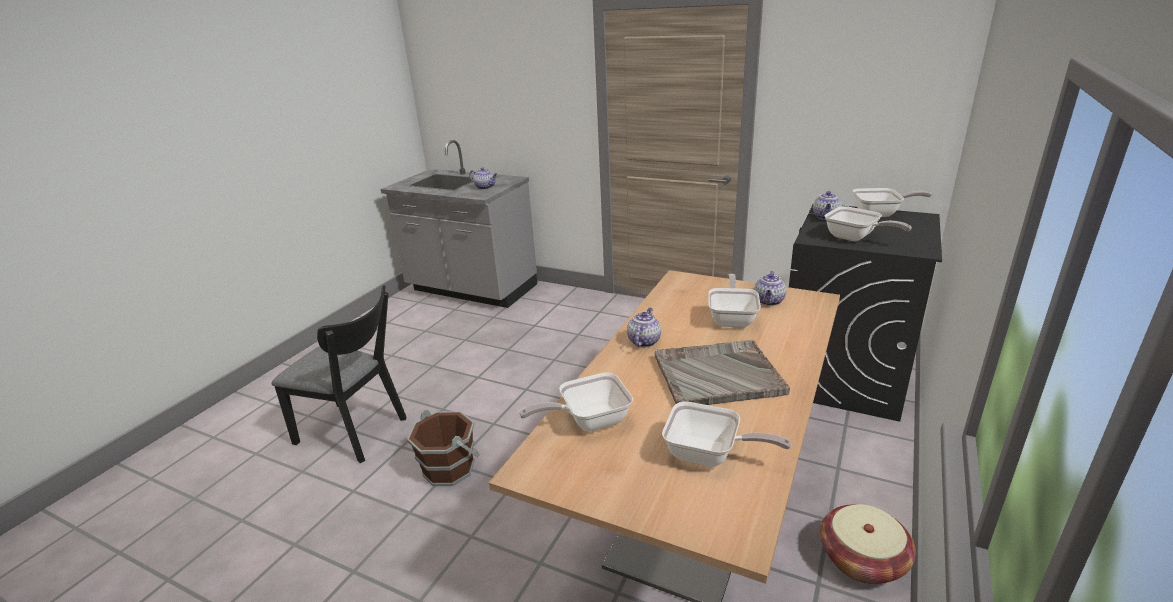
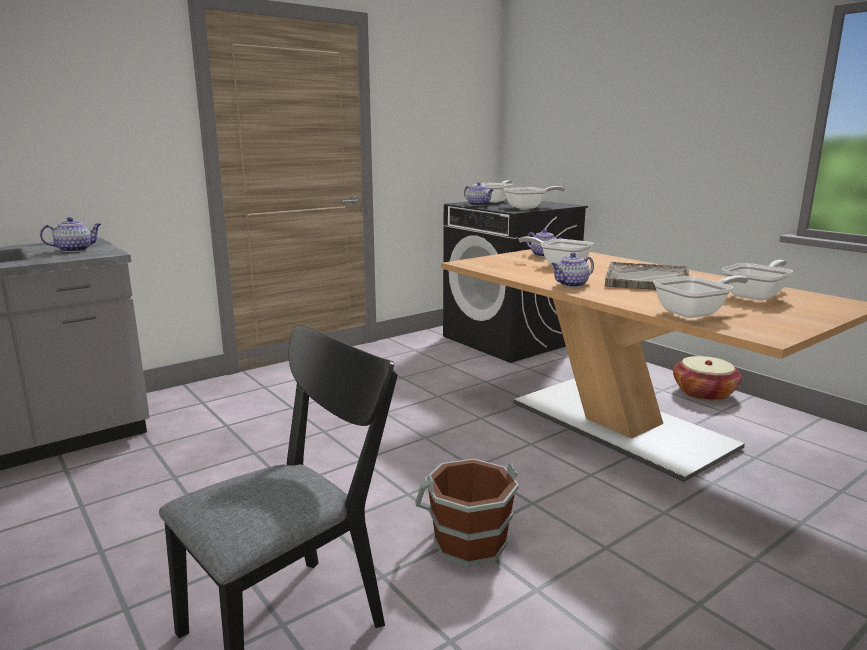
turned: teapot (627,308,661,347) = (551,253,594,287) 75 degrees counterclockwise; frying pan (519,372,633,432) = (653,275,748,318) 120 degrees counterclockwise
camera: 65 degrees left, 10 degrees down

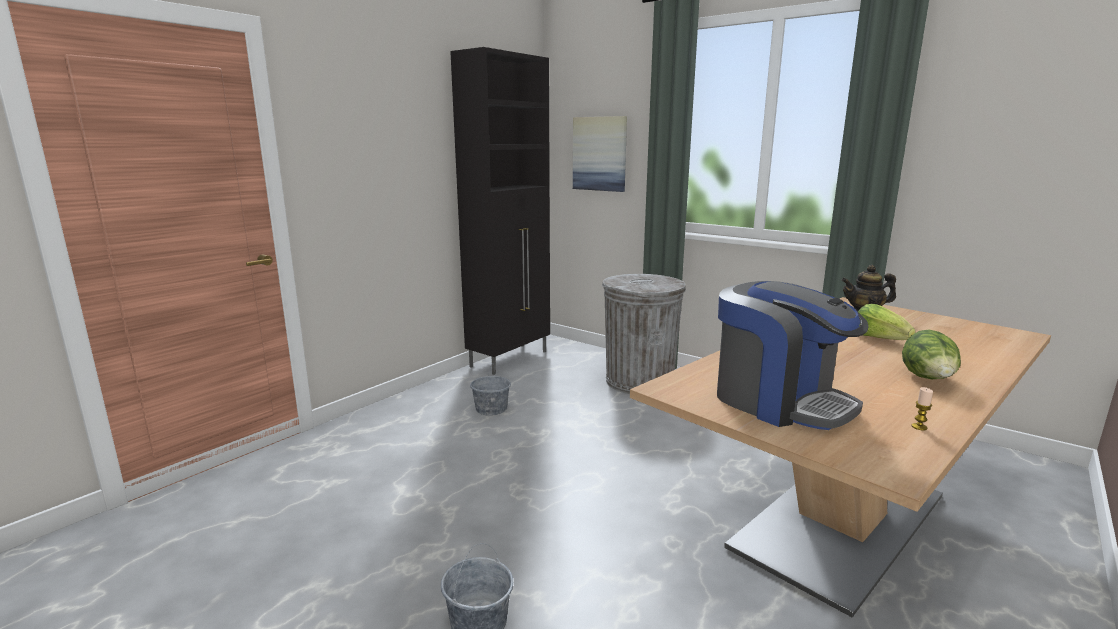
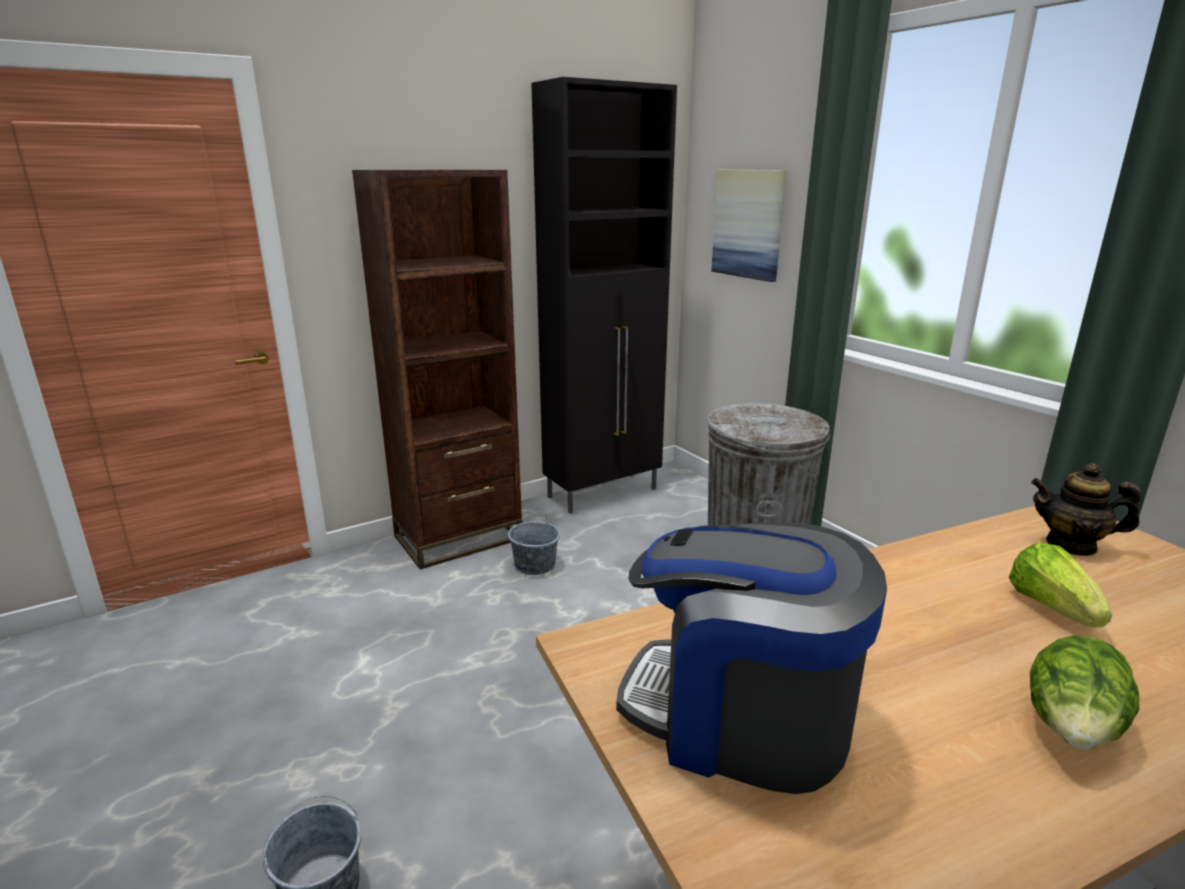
removed: candle (911,387,933,430)
added: brown bookcase (352,169,522,569)
turned: coffee machine (717,281,869,430) = (616,522,887,794) 135 degrees clockwise
camera: 20 degrees right, 5 degrees up

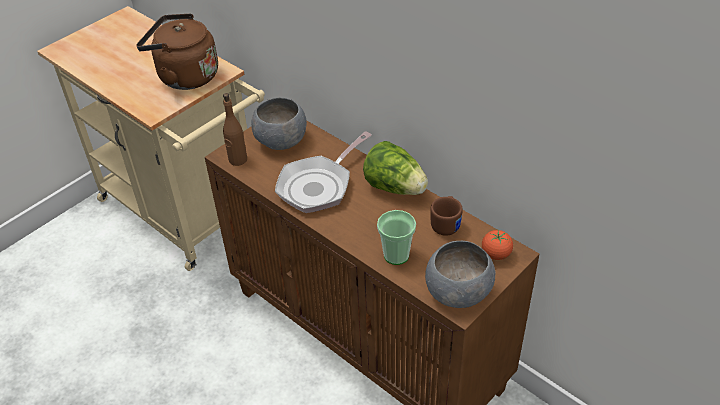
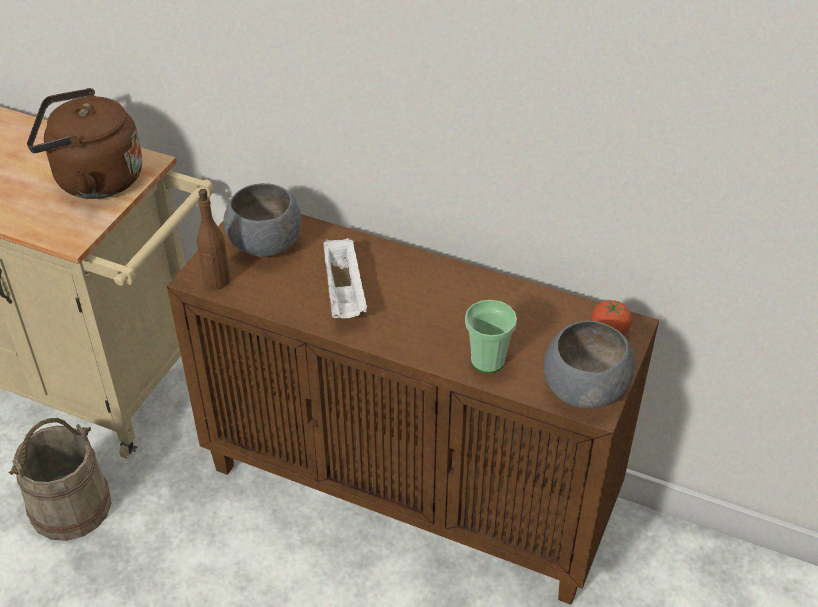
removed: lettuce (363,141,428,195); brown mug (430,196,463,236)
added: beige bucket (9,418,111,541)
replaced: frying pan (275,131,372,213) to white tray (323,238,367,319)
camera: 20 degrees left, 0 degrees up

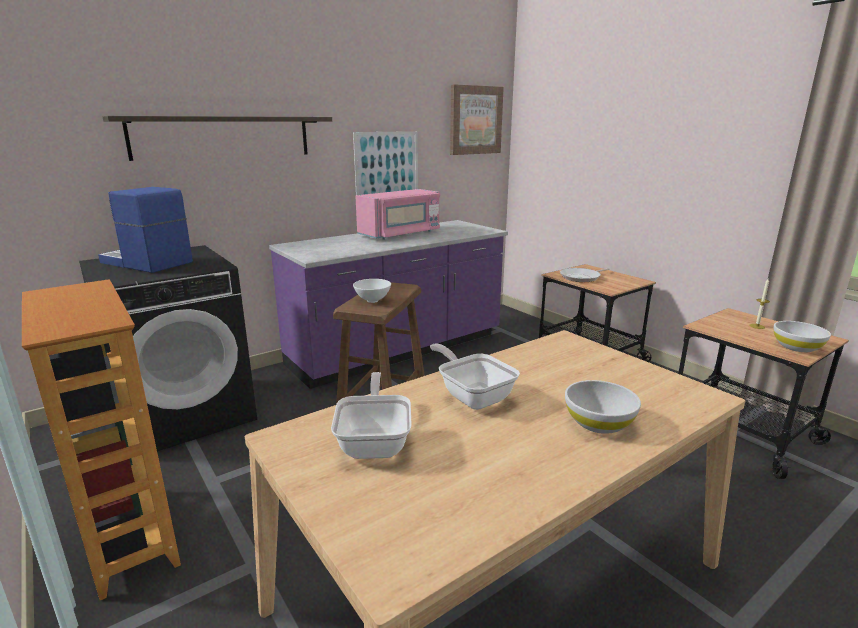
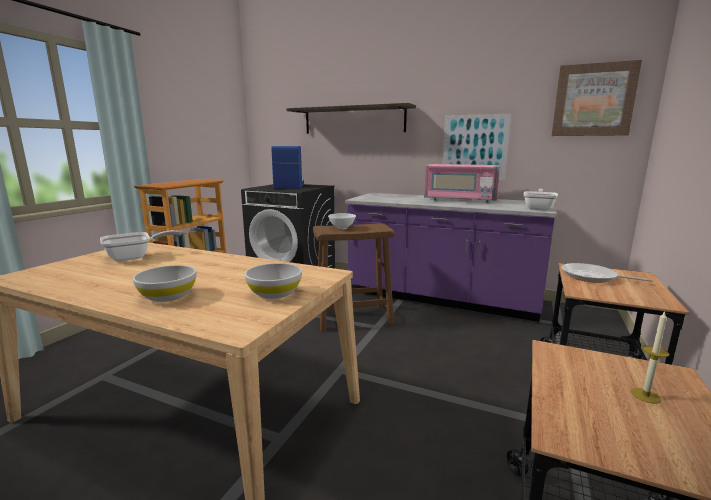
moved: white bowl (773,321,831,352) to (244,263,302,299); frying pan (430,343,520,410) to (524,189,558,210)
camera: 60 degrees right, 5 degrees down

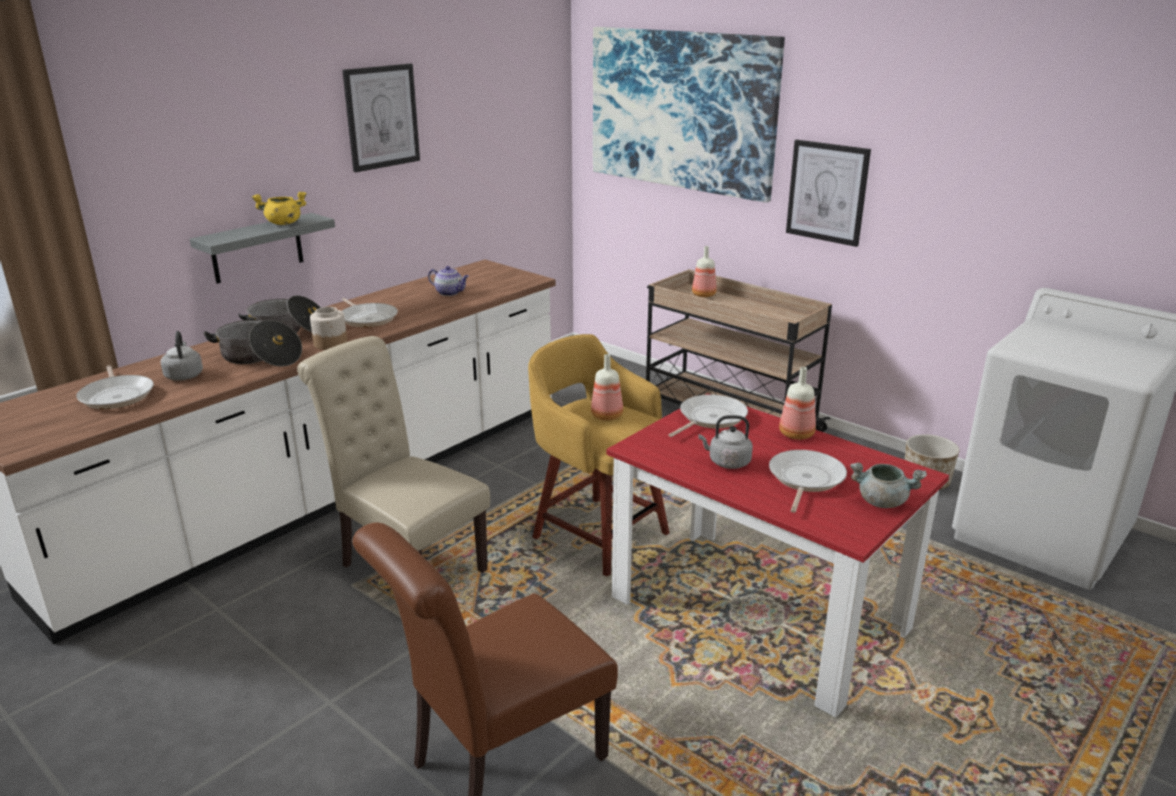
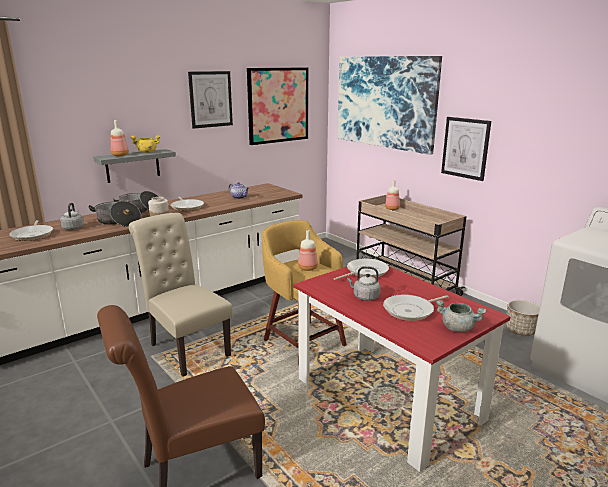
added: picture (247,68,308,145)
moved: bottle (779,367,816,440) to (111,120,129,156)
turned: frying pan (769,450,847,513) = (383,295,449,321) 150 degrees counterclockwise
camera: 10 degrees right, 5 degrees down

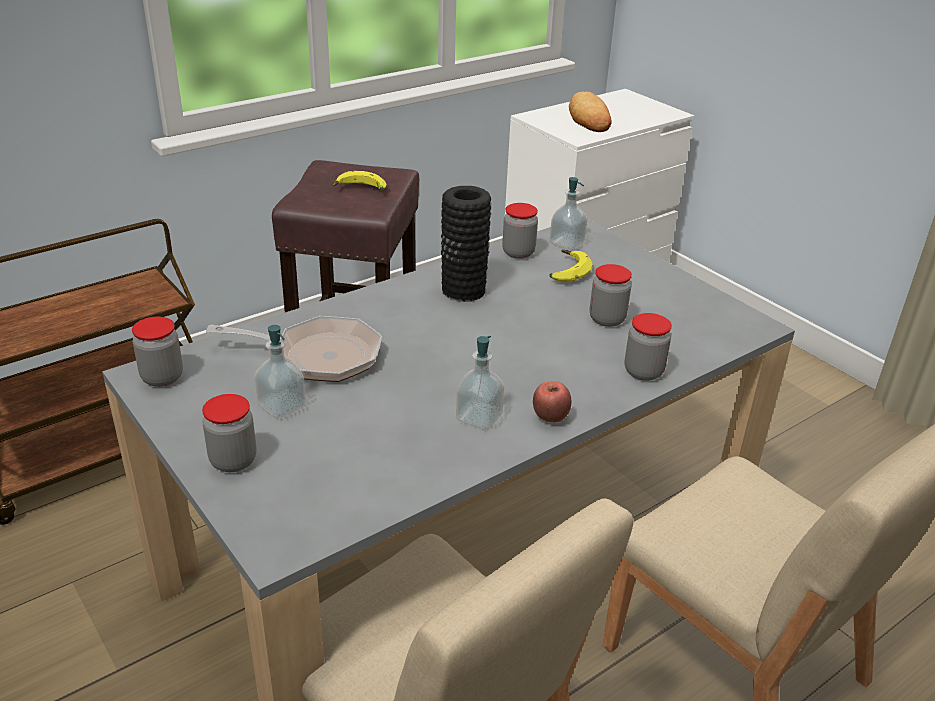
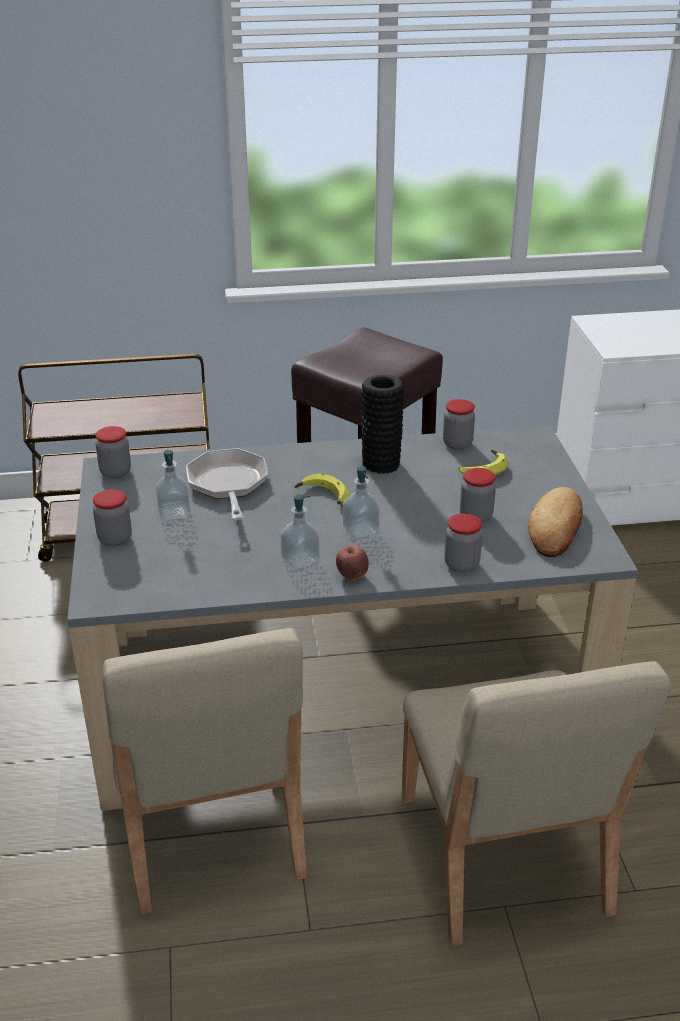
moved: banana (333,171,387,191) to (294,473,350,504); soap dispenser (550,177,588,250) to (343,466,380,539); bread (569,91,612,132) to (528,487,583,557)
turned: frying pan (206,316,382,382) = (186,448,268,520) 135 degrees counterclockwise
camera: 30 degrees right, 0 degrees up

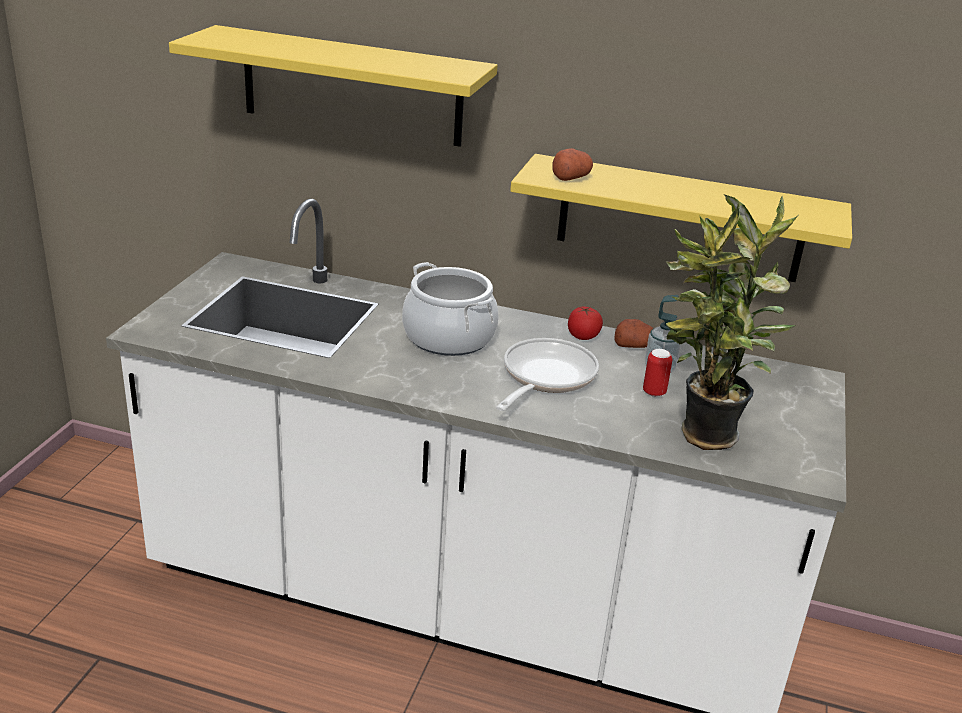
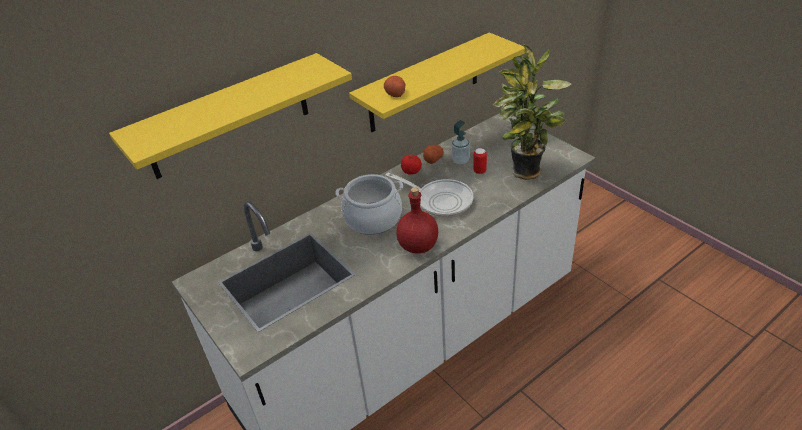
added: red bottle (396,187,438,254)
turned: frying pan (496,338,599,411) = (385,173,473,217) 150 degrees clockwise
camera: 50 degrees left, 10 degrees up

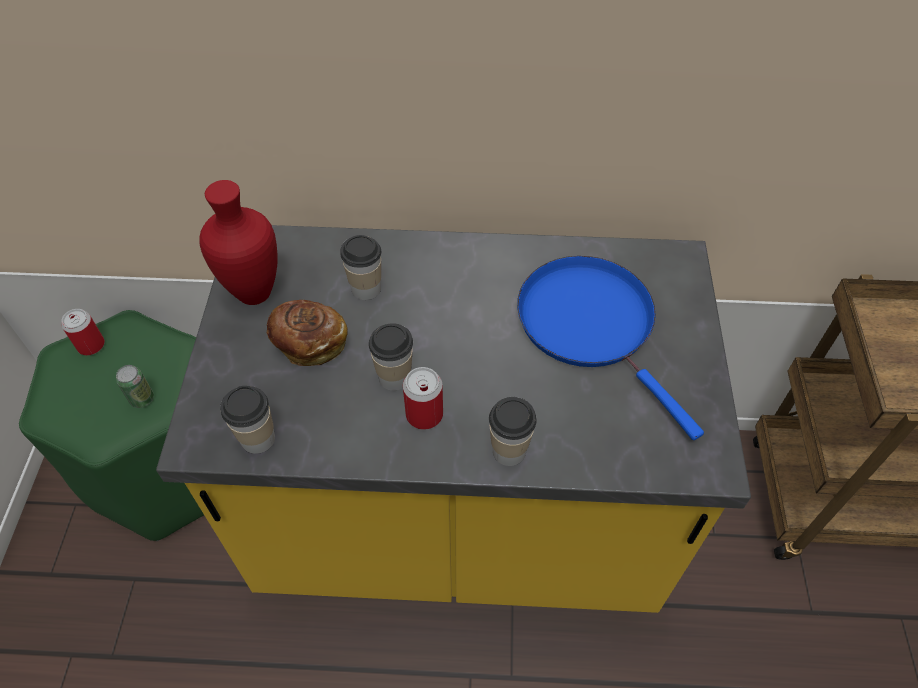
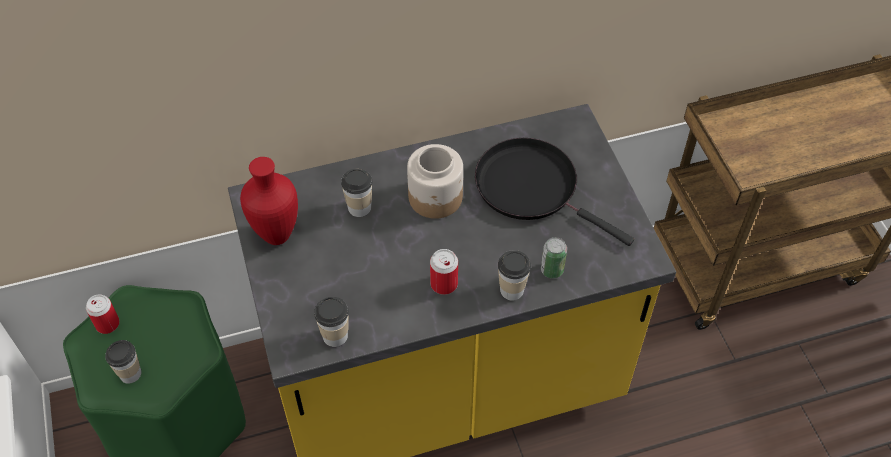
removed: bread (266,300,348,366)
added: jar (407,144,463,219)
moved: cup (368,323,413,391) to (105,340,141,384); can (116,365,154,408) to (541,237,567,278)
recoloured: blue frying pan (517,256,704,440) to black frying pan (475,138,634,246)
camera: 20 degrees left, 0 degrees up

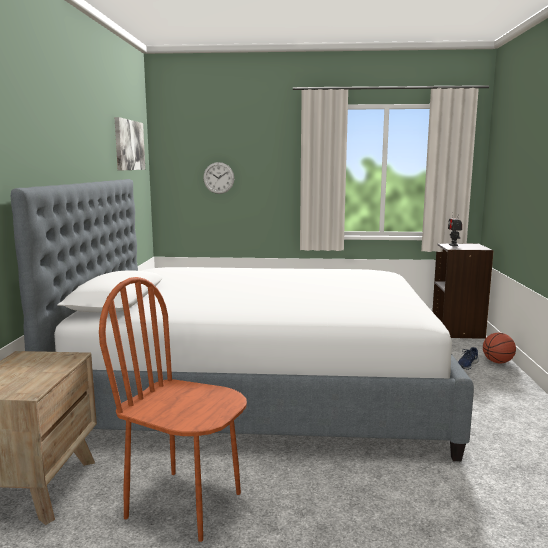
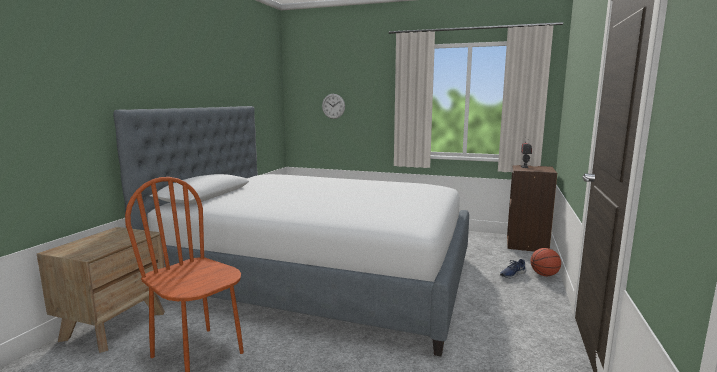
removed: picture (114,117,145,170)
recoloured: grey bookcase (432,243,494,339) to brown bookcase (507,165,557,252)
camera: 15 degrees right, 0 degrees up

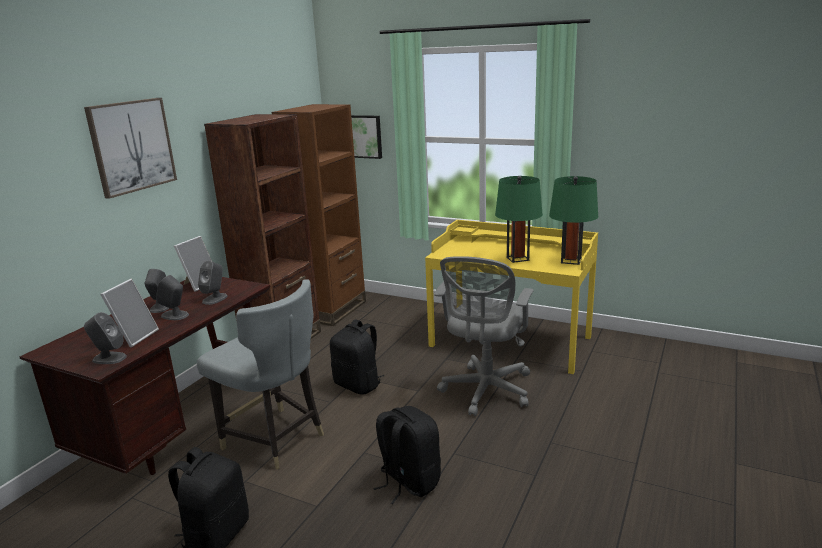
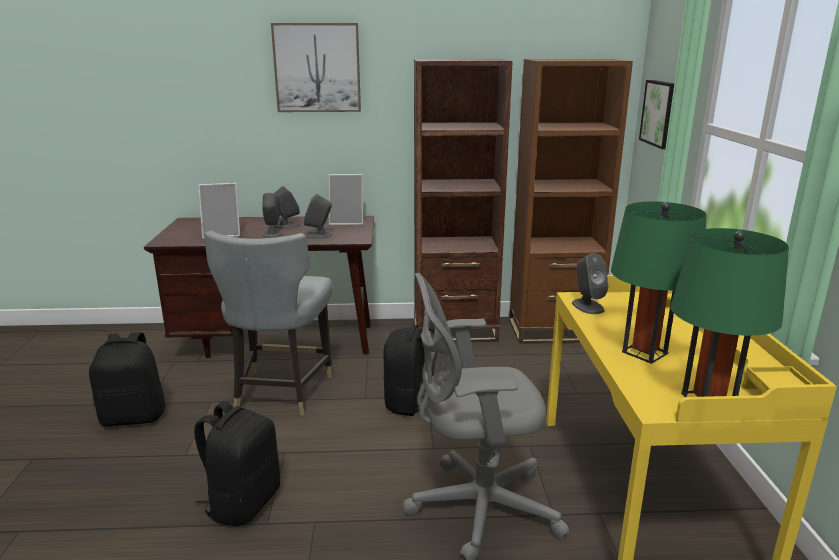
moved: grey speaker (84,312,127,364) to (572,253,609,314)
camera: 60 degrees right, 0 degrees up

